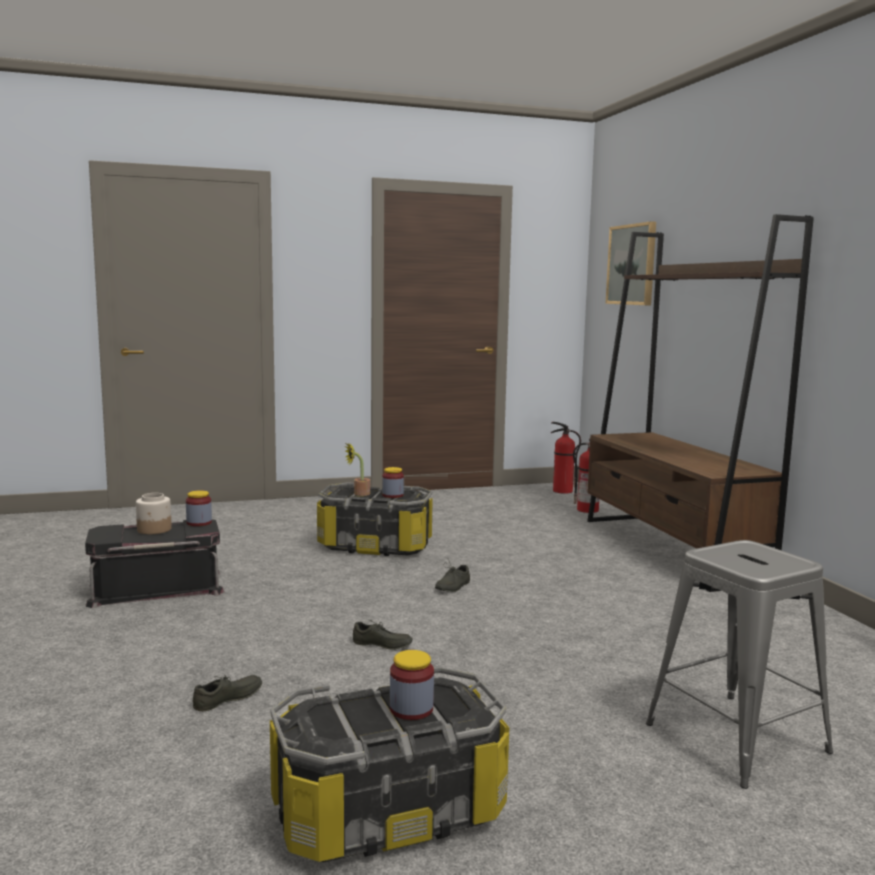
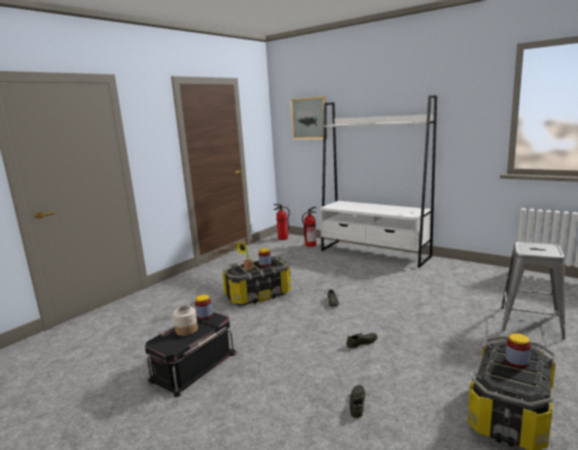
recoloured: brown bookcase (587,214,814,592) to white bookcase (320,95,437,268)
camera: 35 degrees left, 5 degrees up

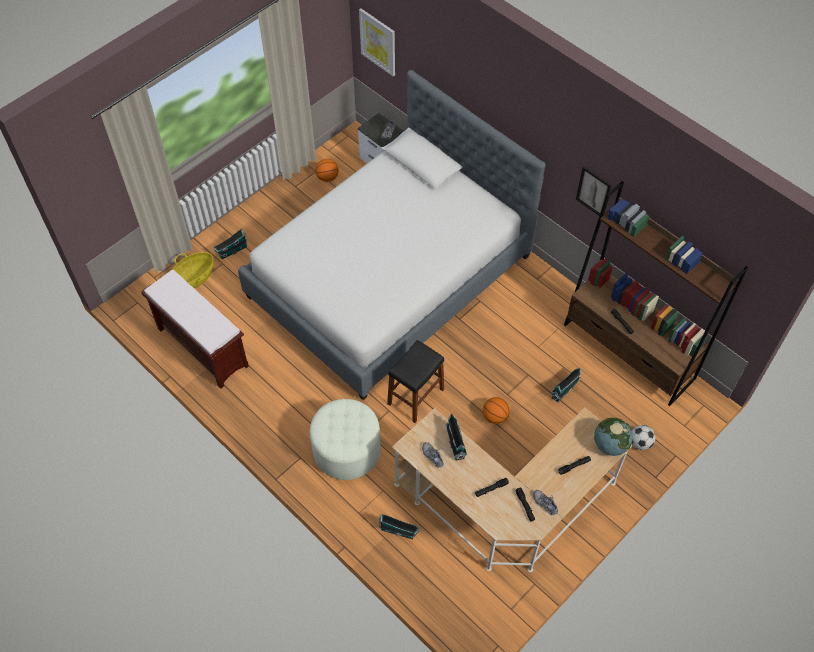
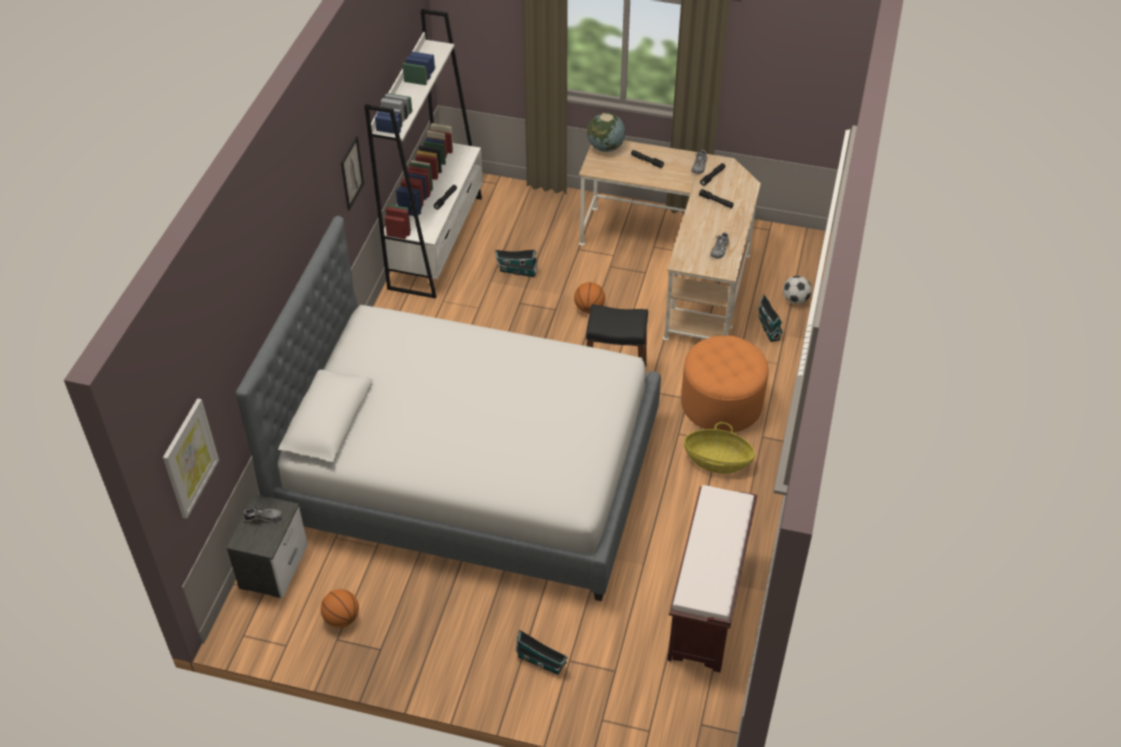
removed: toy house (446,413,467,461)
moved: basket (173,252,214,288) to (684,422,755,474); football (632,425,656,450) to (783,276,812,304)
recoloured: brown bookcase (564,181,748,406) to white bookcase (364,9,483,299); white ottoman (310,399,380,480) to orange ottoman (681,336,769,433)
camera: 120 degrees left, 10 degrees down

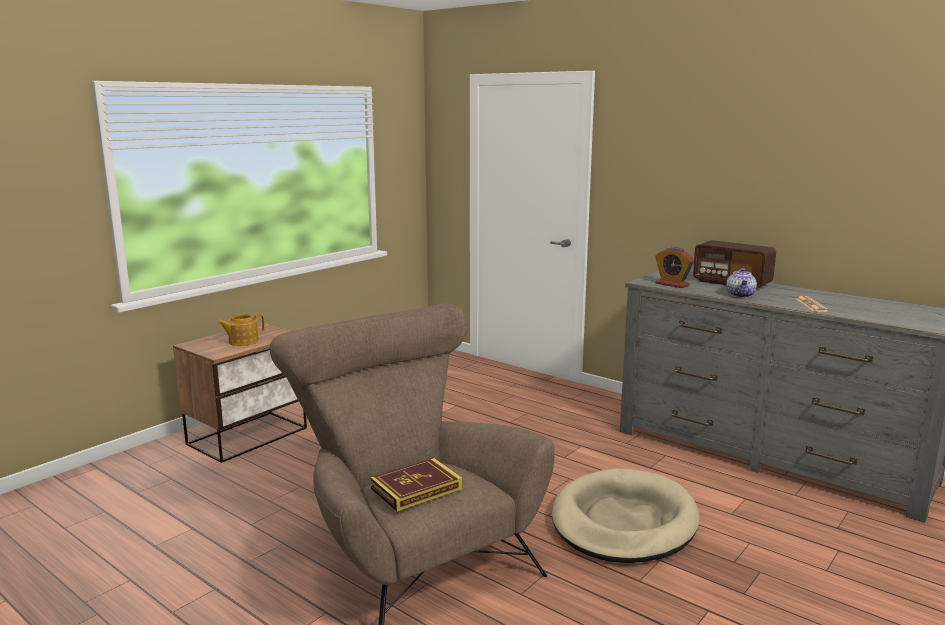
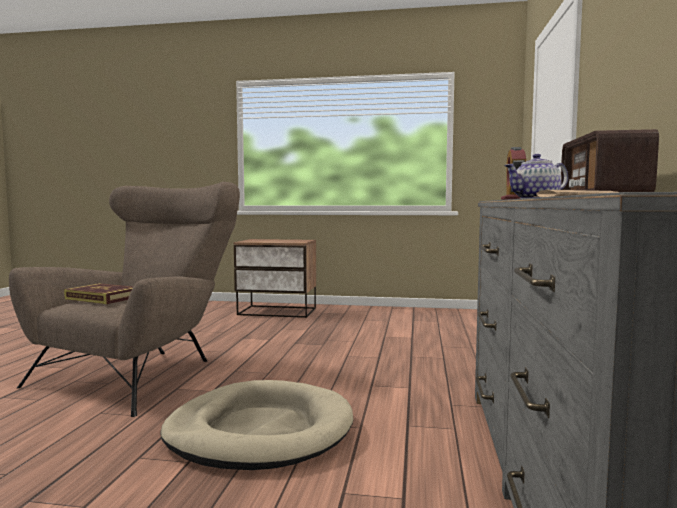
removed: teapot (217,314,265,346)
camera: 60 degrees right, 10 degrees down

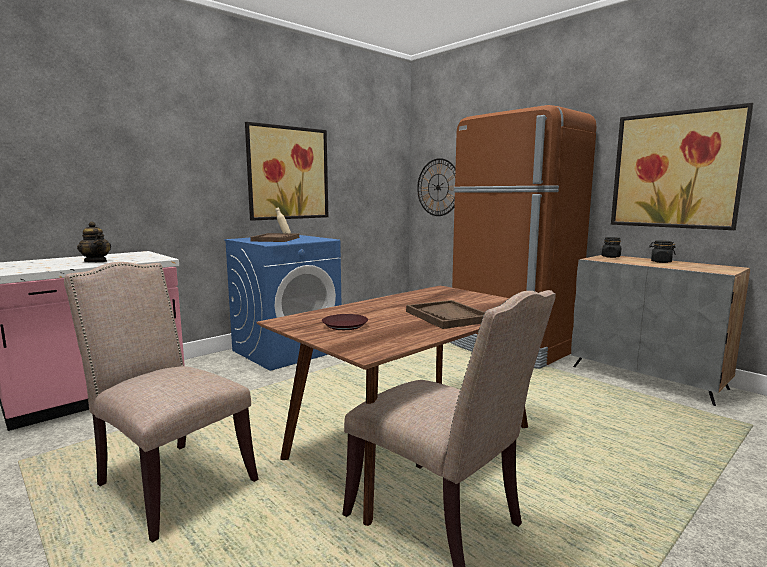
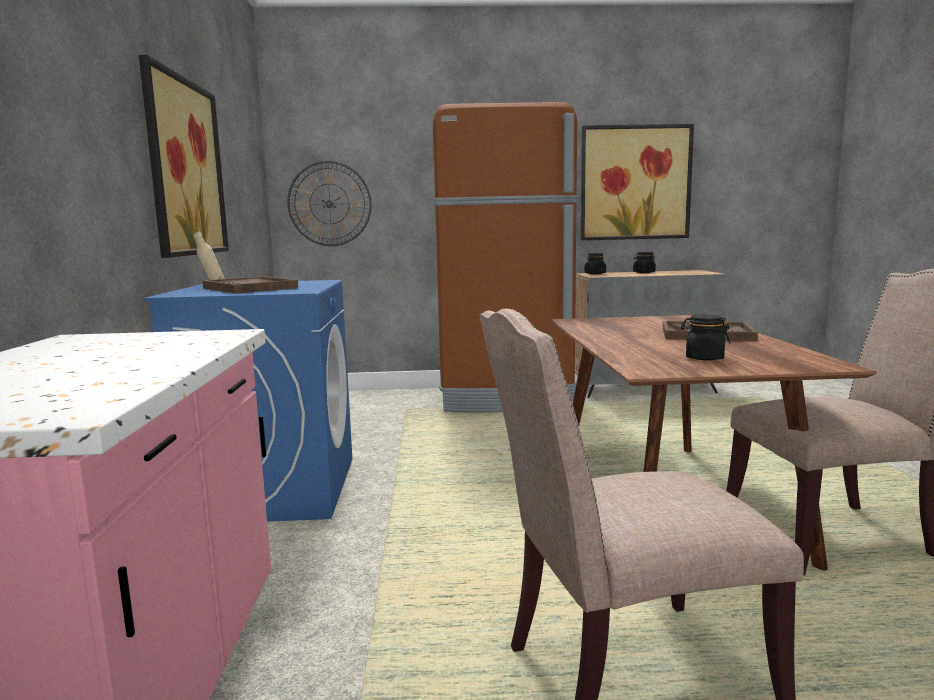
removed: teapot (77,222,111,262)
replaced: brown plate (322,314,368,330) to black jar (681,314,730,360)
camera: 50 degrees left, 0 degrees up

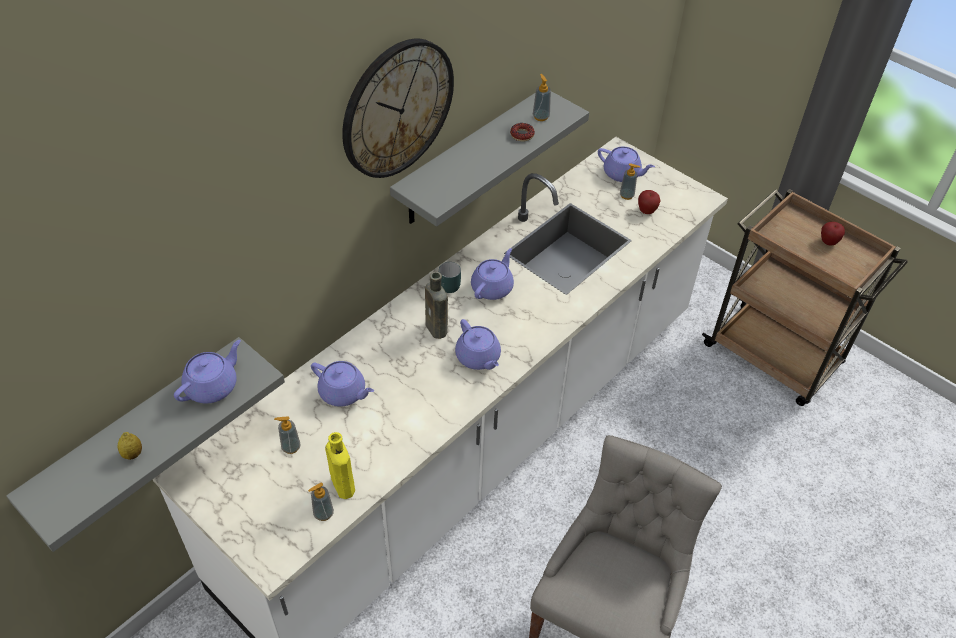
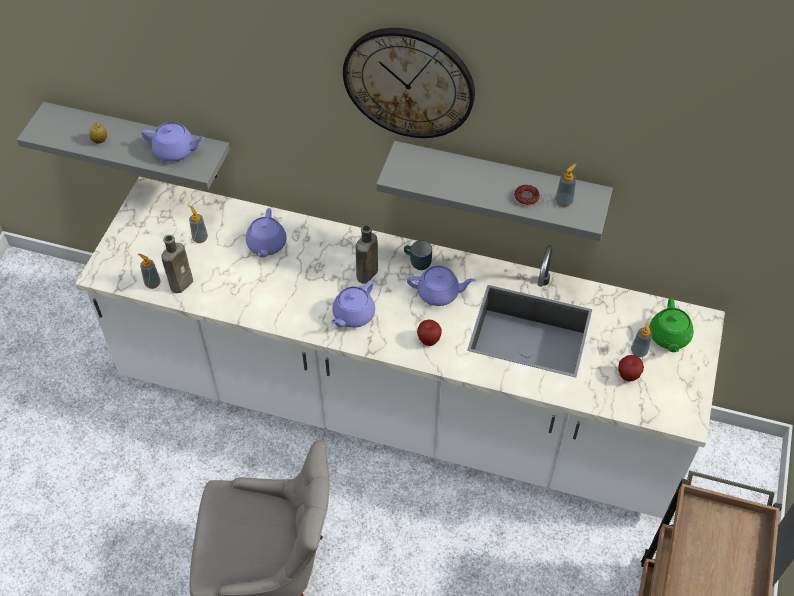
moved: apple (821,222,845,245) to (417,320,442,346)
recoloured: yellow bottle (325,432,355,499) to brown bottle (162,235,193,293); purple teapot (598,147,655,182) to green teapot (649,298,693,352)
camera: 65 degrees right, 5 degrees up

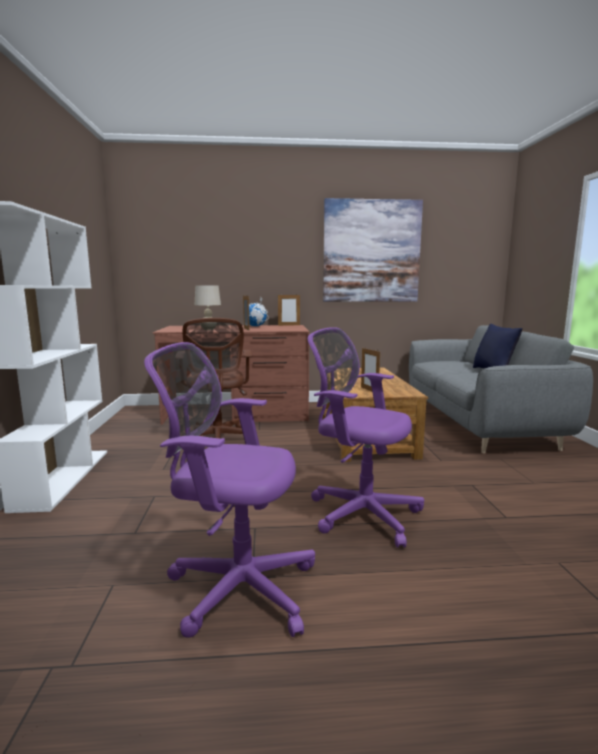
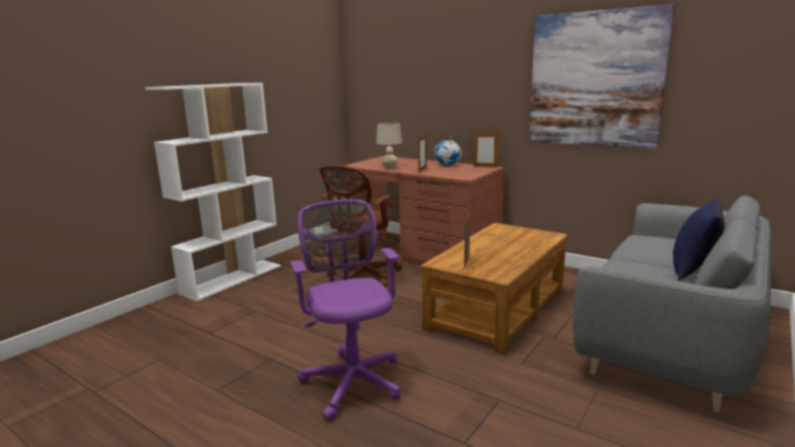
removed: purple office chair (144,342,315,638)
camera: 40 degrees right, 5 degrees up

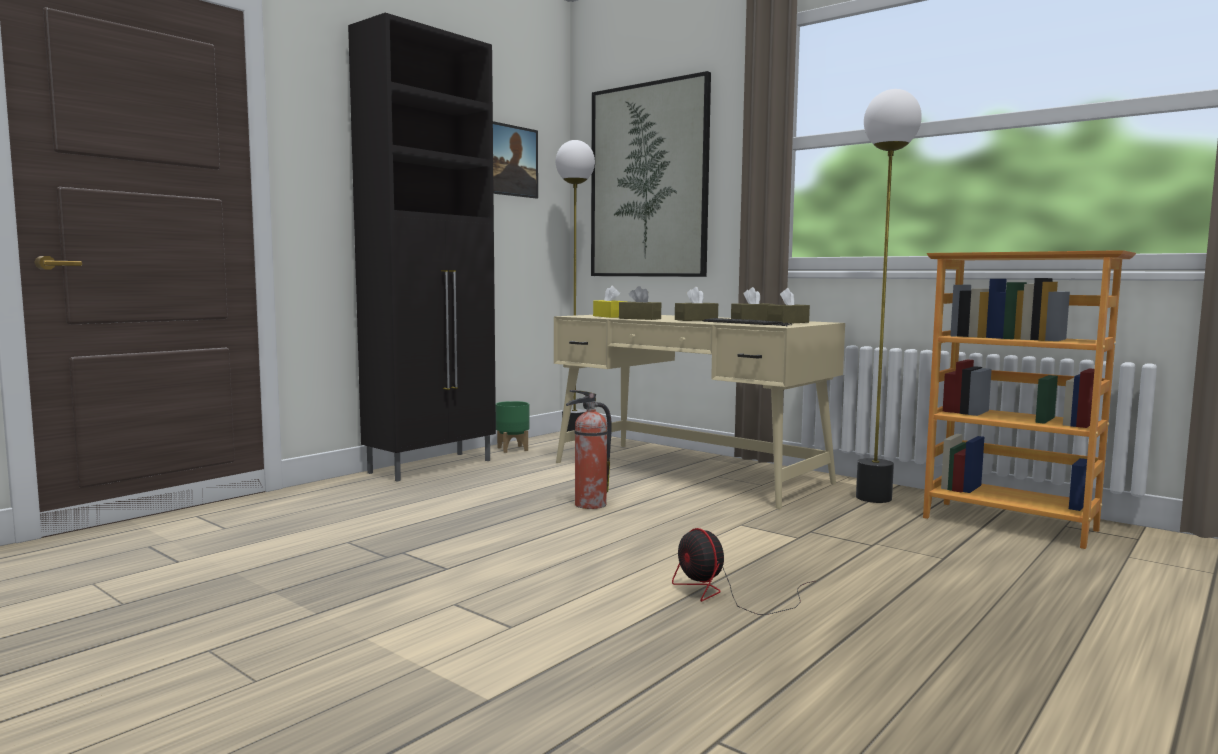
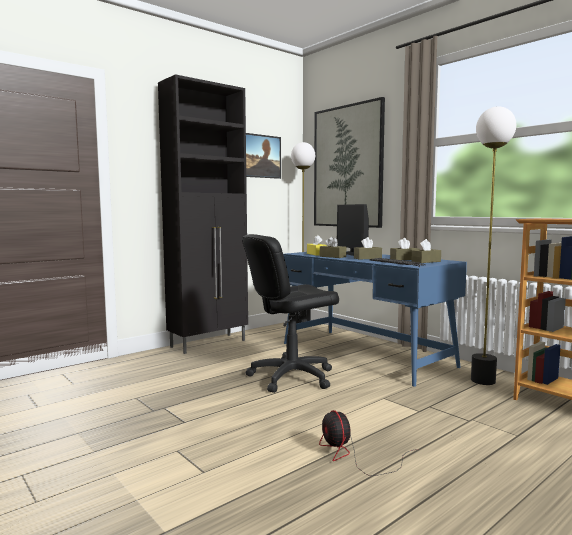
removed: green planter (496,401,530,453)
added: monitor (337,204,369,256)
replaced: fire extinguisher (566,390,612,509) to black office chair (242,234,339,393)
recoloured: beige desk (554,315,845,509) to blue desk (283,252,467,387)
camera: 10 degrees right, 0 degrees up

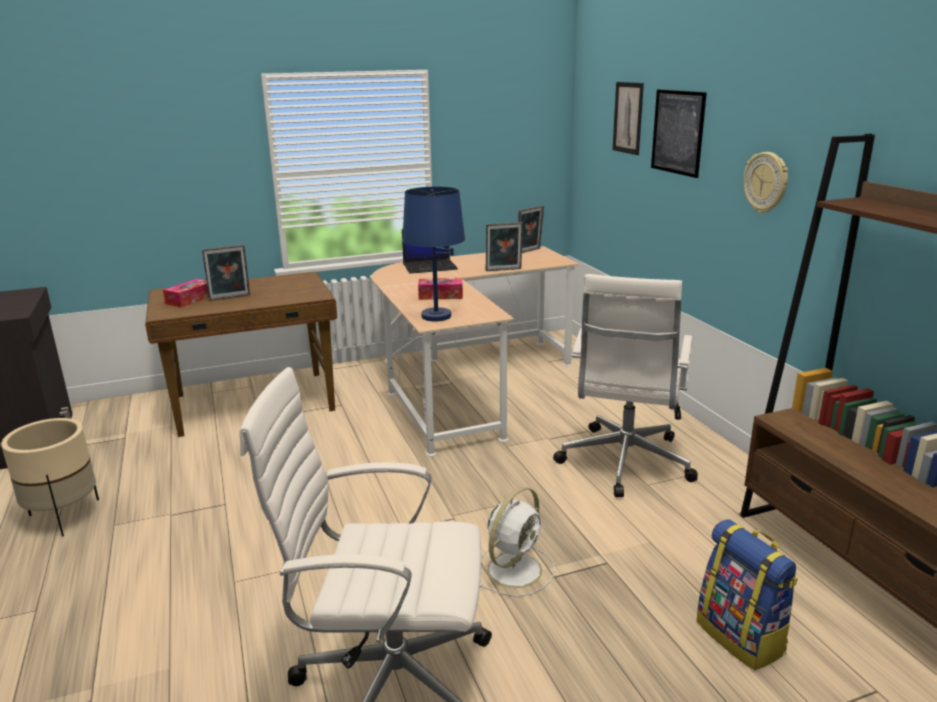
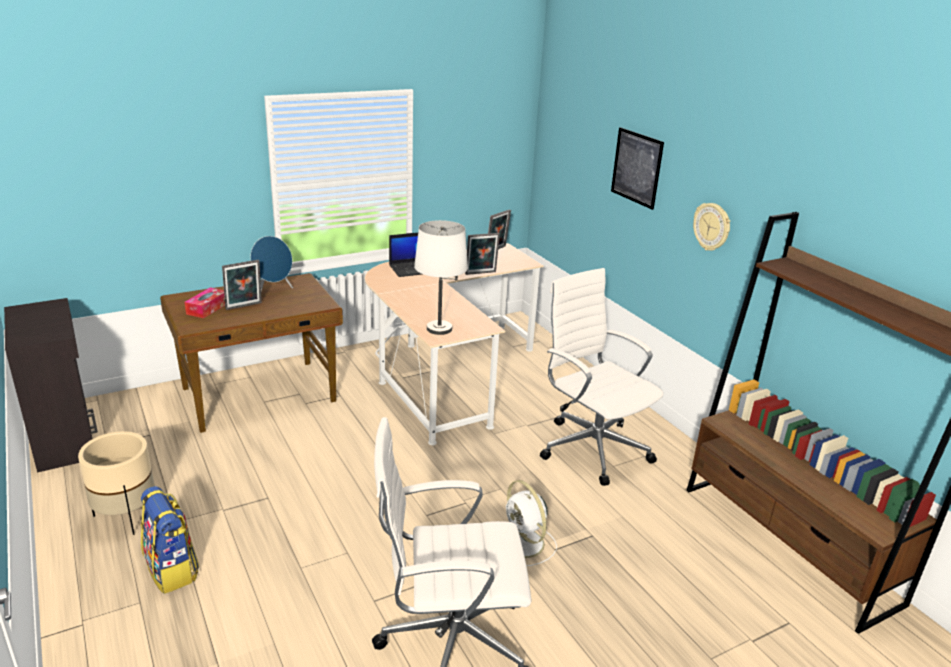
removed: tissue box (418,278,463,300); picture (613,82,644,155)
added: blue speaker (250,236,293,291)
moved: backpack (696,519,798,670) to (141,486,199,594)
recoloured: blue table lamp (402,187,465,321) to white table lamp (414,220,468,335)
turned: white fan (480,487,555,597) = (506,480,557,566) 120 degrees clockwise; white office chair (553,274,698,497) = (540,268,664,486) 135 degrees clockwise
camera: 10 degrees left, 5 degrees up

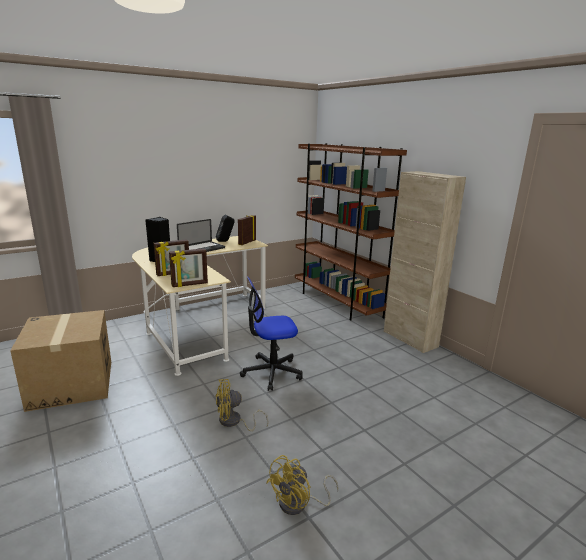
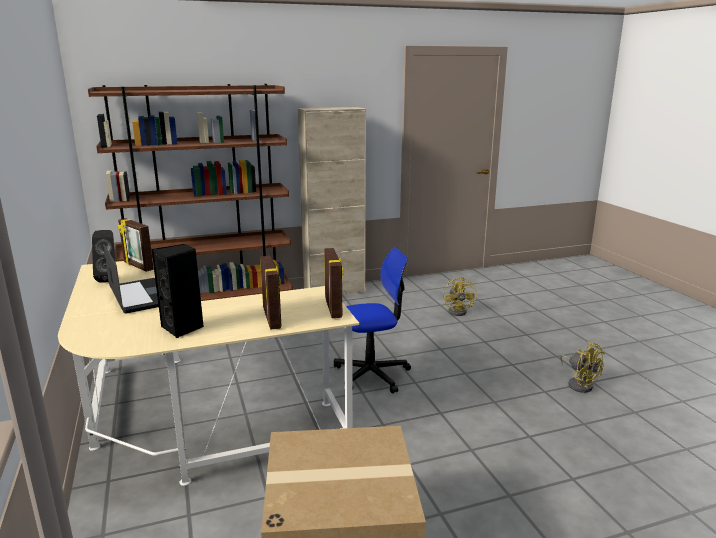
moved: yellow fan (215,379,268,431) to (443,277,477,316)
turned: office chair (240,276,303,391) = (334,247,411,394) 105 degrees counterclockwise
camera: 75 degrees left, 0 degrees up

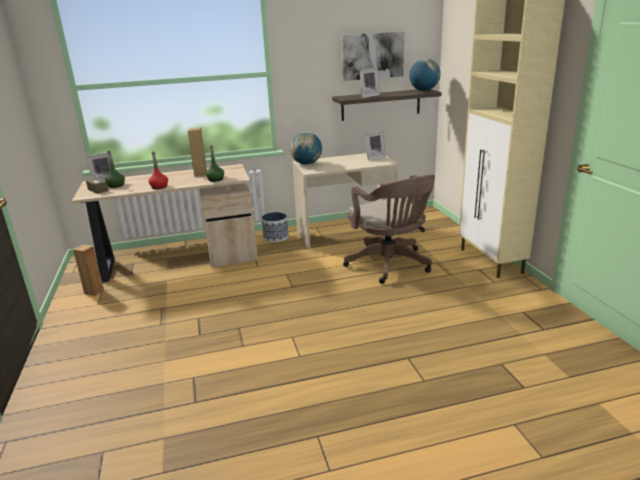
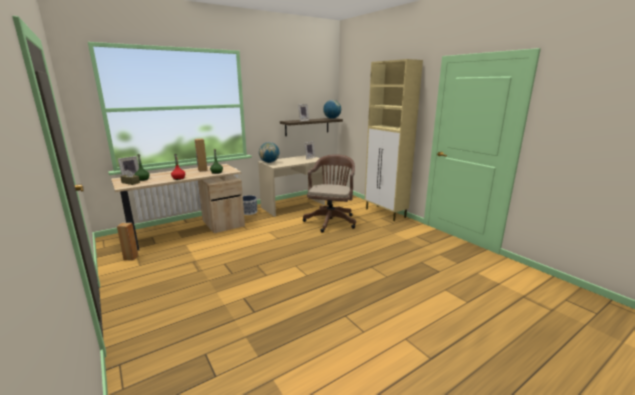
removed: picture (342,31,404,81)
turned: brown office chair (343,175,435,284) = (303,154,356,233) 120 degrees counterclockwise
camera: 20 degrees left, 5 degrees down

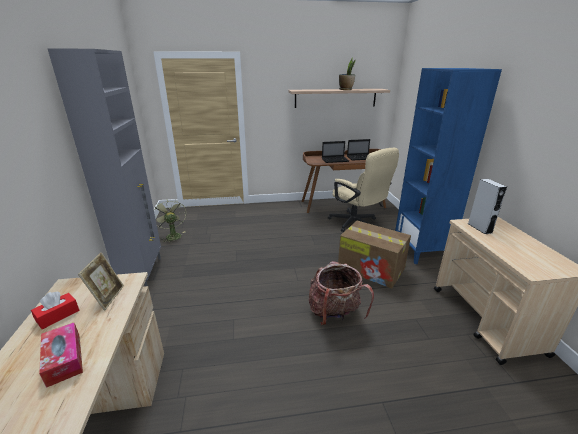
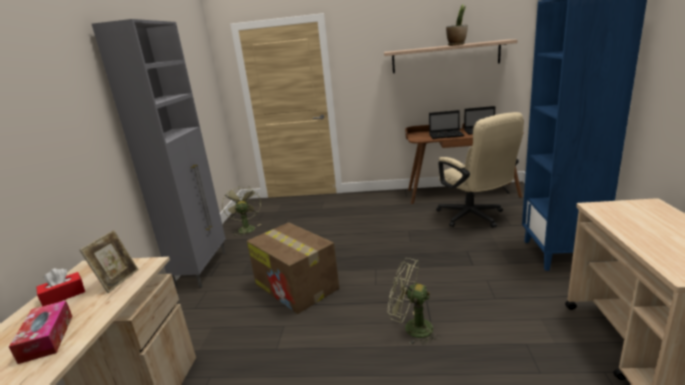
removed: grey speaker (468,179,507,234)
moved: cardboard box (338,221,411,289) to (247,222,339,314)
replaced: backpack (309,261,374,326) to green fan (388,258,440,345)
camera: 15 degrees right, 5 degrees down

